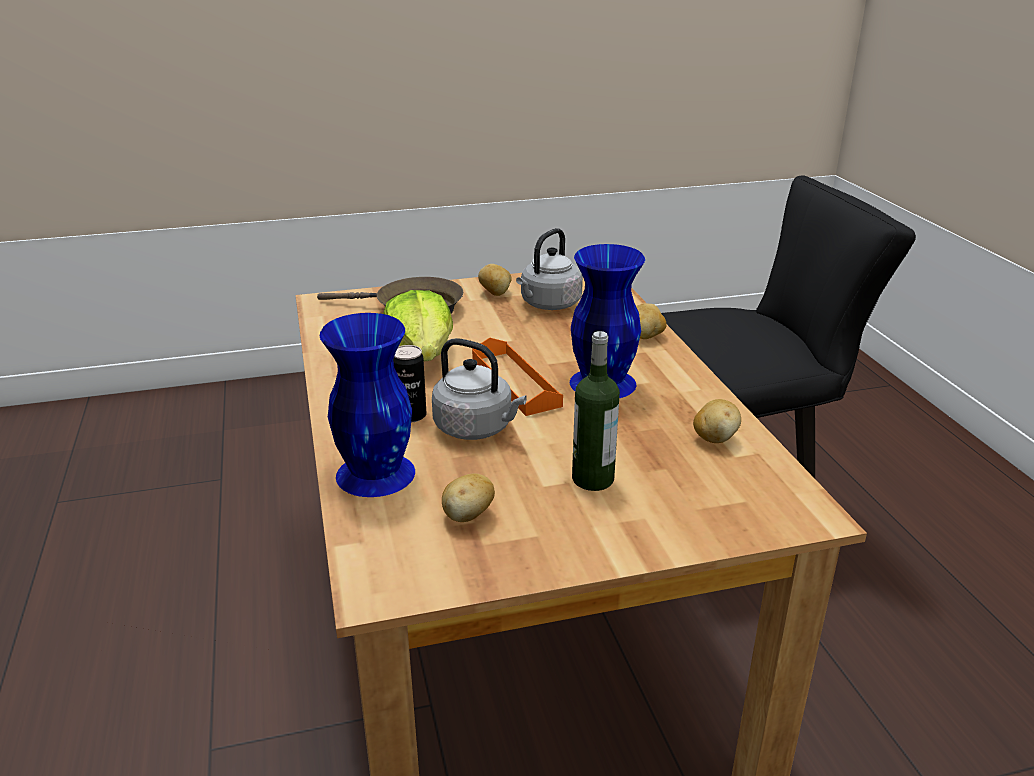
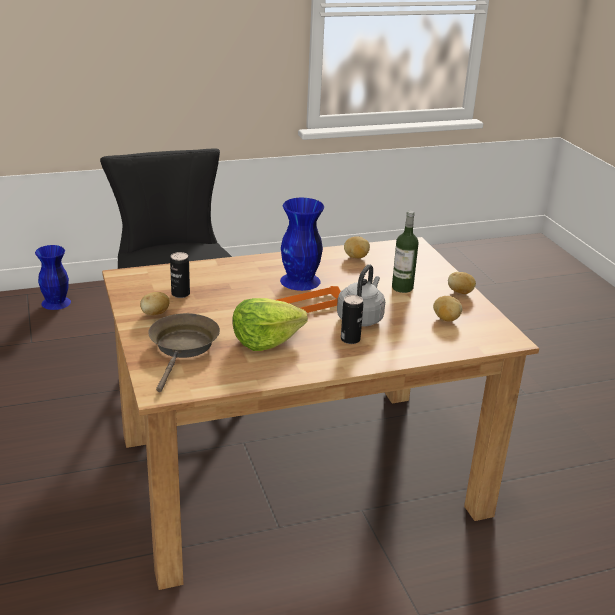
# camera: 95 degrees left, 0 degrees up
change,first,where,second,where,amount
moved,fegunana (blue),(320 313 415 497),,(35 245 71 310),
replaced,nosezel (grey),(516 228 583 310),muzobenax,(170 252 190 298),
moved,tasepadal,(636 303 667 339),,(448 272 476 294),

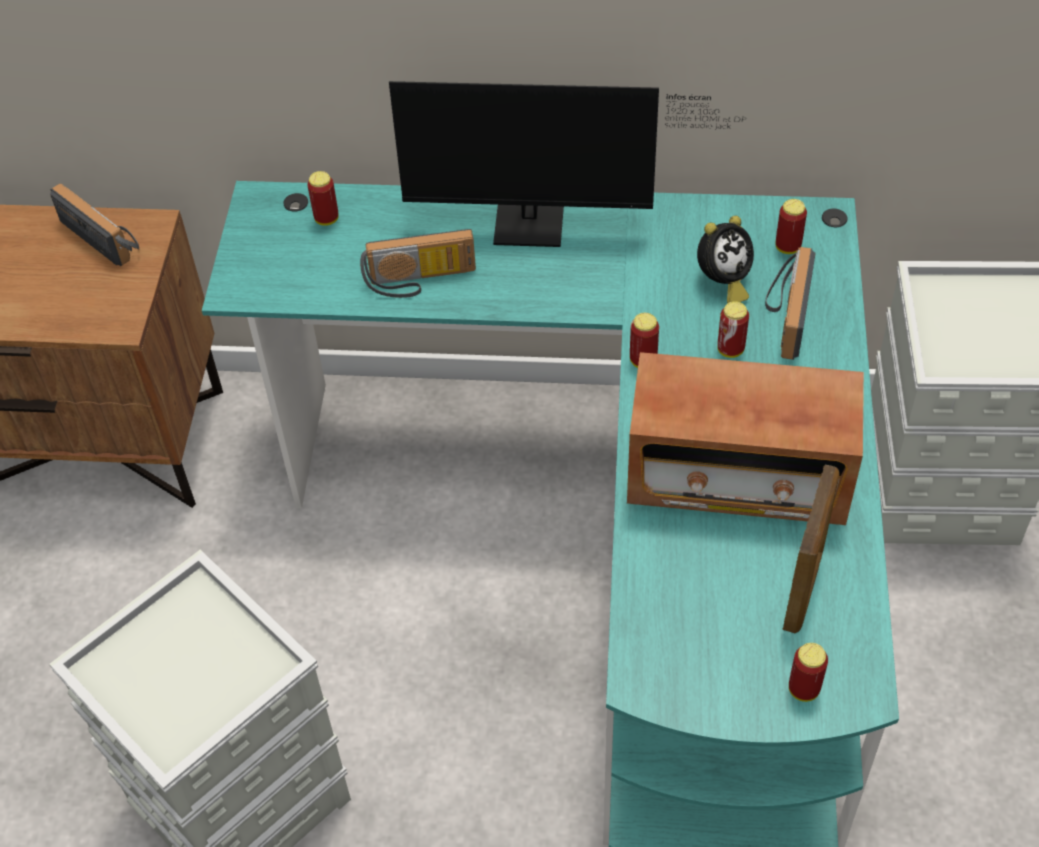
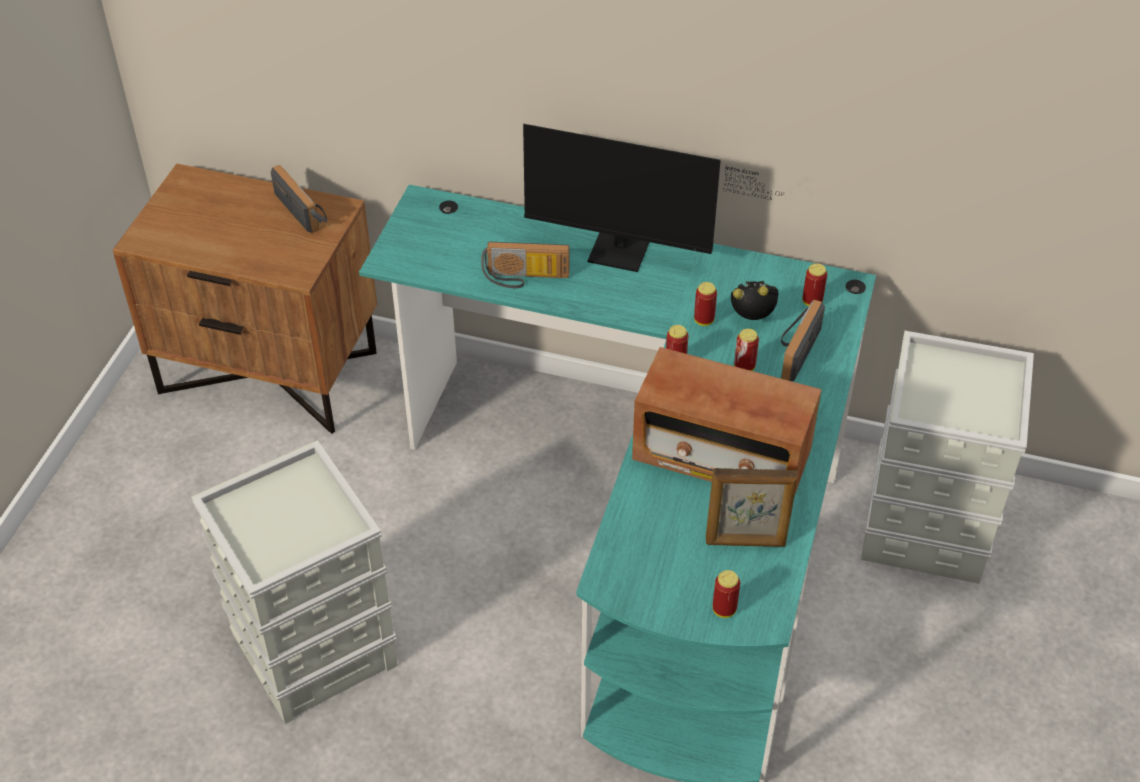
# camera: 10 degrees right, 5 degrees down
change,first,where,second,where,amount
moved,muzobenax,(308 171 339 226),,(694 282 717 326),
turned,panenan,(783 465 839 633),,(706 468 797 547),60 degrees clockwise
turned,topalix,(697 216 754 304),,(731 281 779 320),150 degrees counterclockwise

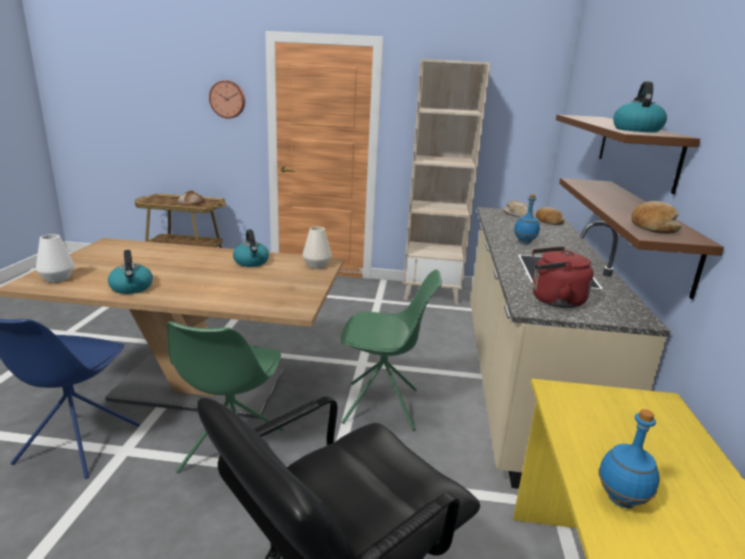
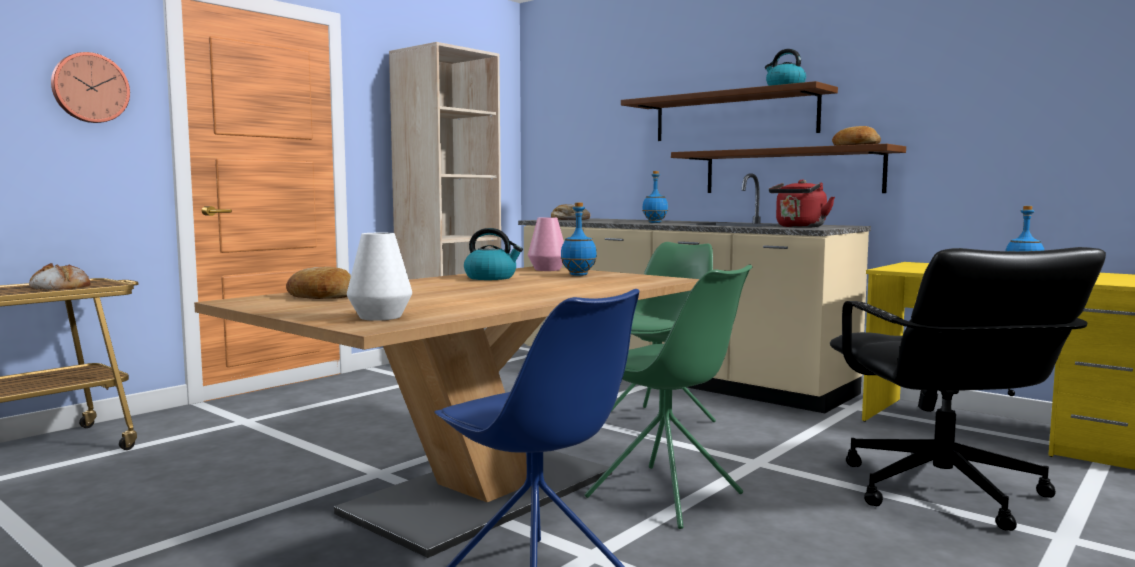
# camera: 55 degrees left, 15 degrees down
change,first,where,second,where,amount
moved,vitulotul,(536 207 565 225),,(286 267 351 299),
recoloured,fegunana (white),(302 227 332 269),fegunana (pink),(528 217 564 271),
added,,,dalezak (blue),(561 202 597 276),
removed,nosezel,(108 250 153 294),,,

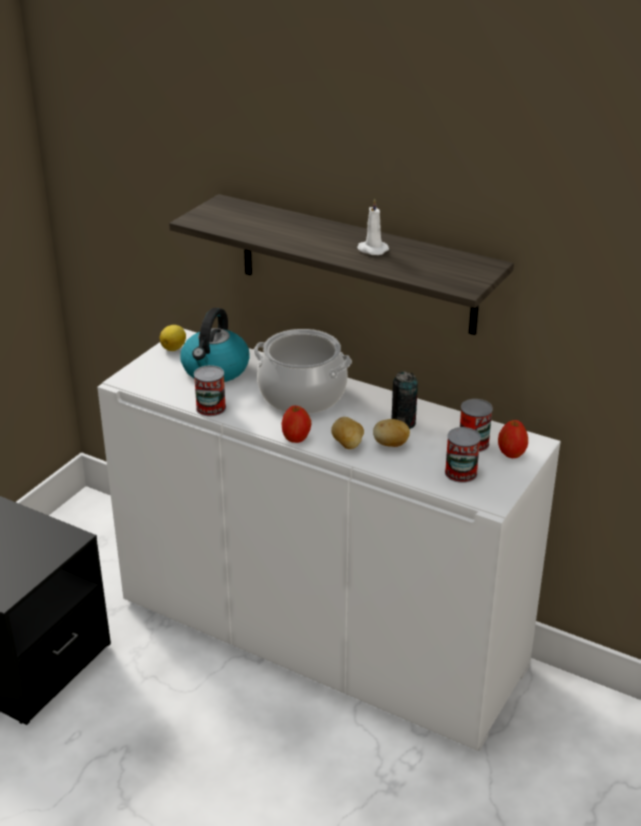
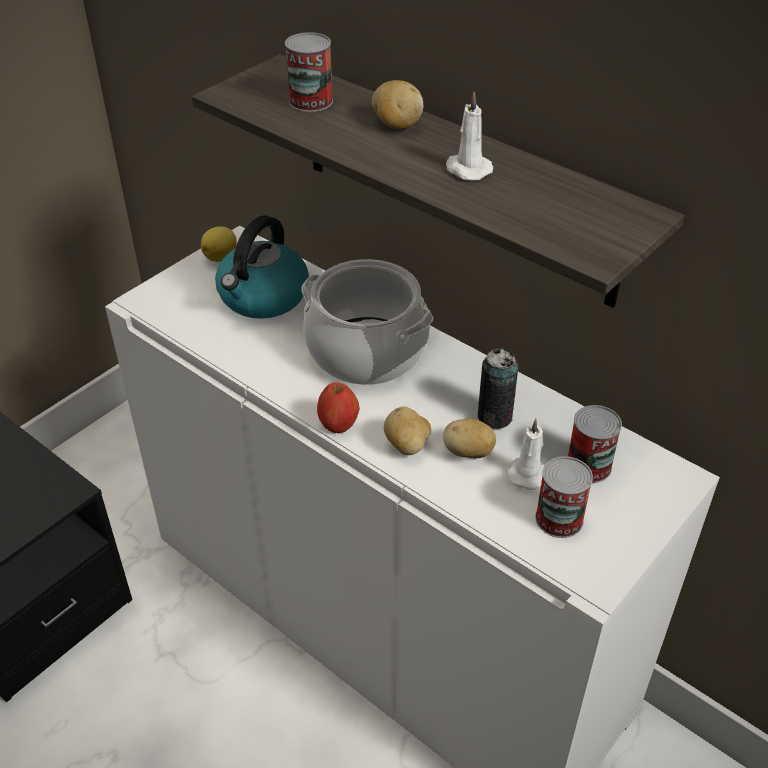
# camera: 10 degrees right, 10 degrees up
change,first,where,second,where,amount
moved,muzobenax,(194 365 226 417),,(285 32 333 112),
added,,,tasepadal,(372 80 423 129),
added,,,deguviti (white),(506 419 545 490),
removed,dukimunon,(498 420 528 458),,,

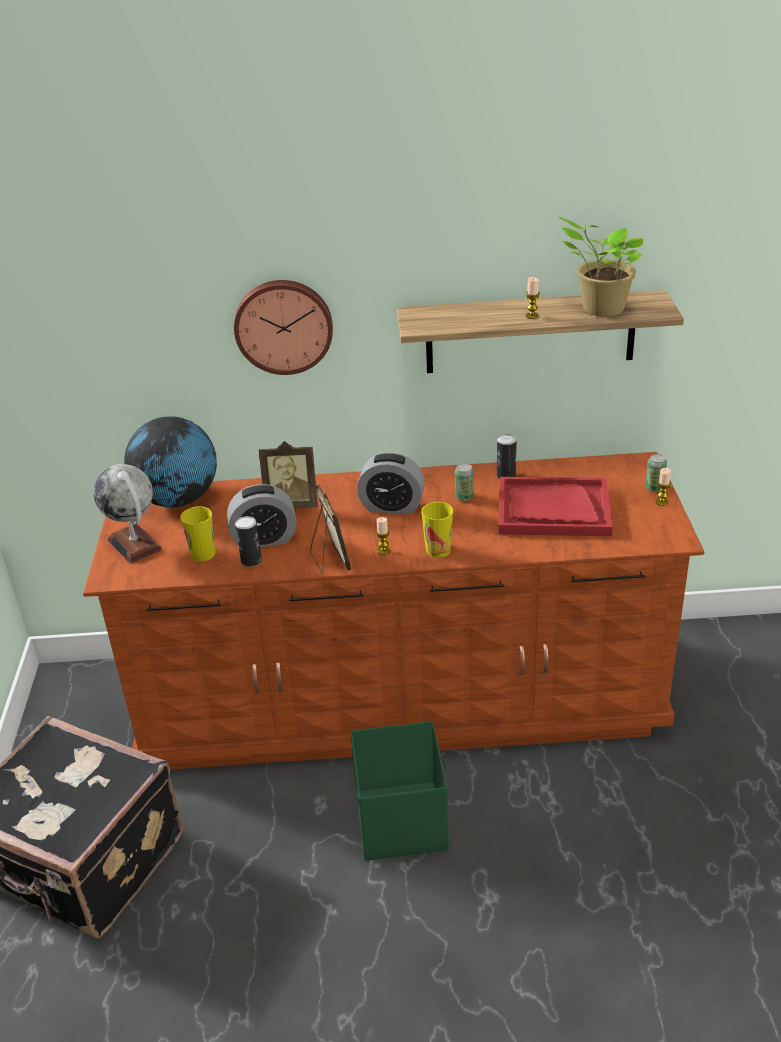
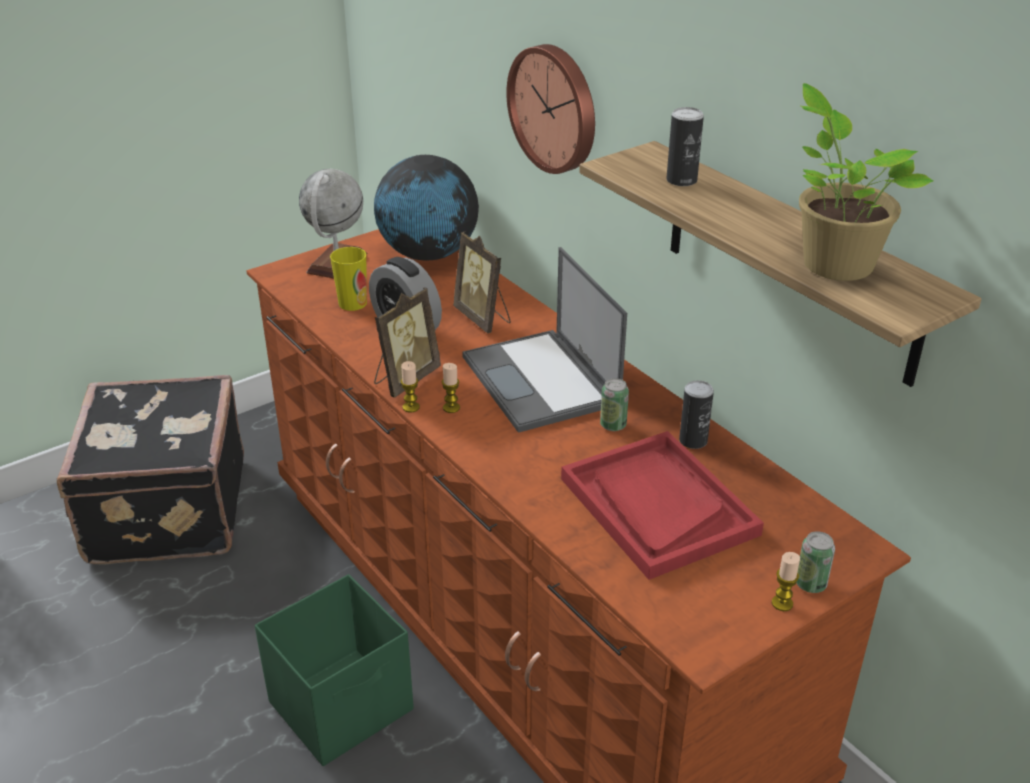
# camera: 55 degrees right, 0 degrees up
change,first,where,second,where,amount
moved,deguviti,(525 277 540 319),,(401 361 420 412),
replaced,topalix,(357 452 425 514),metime,(462 247 627 433),
moved,muzobenax,(235 516 262 567),,(666 107 704 186),
removed,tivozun,(421 502 453 558),,,

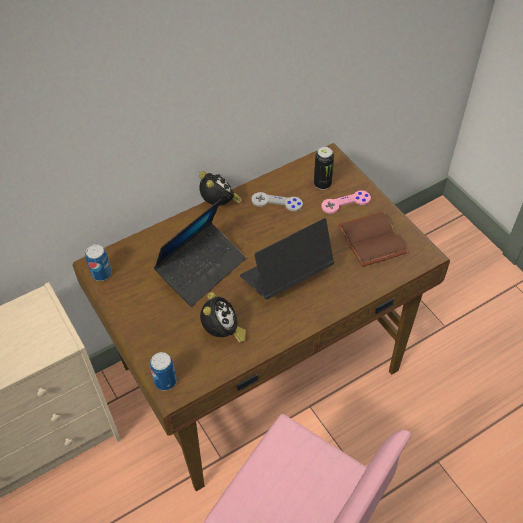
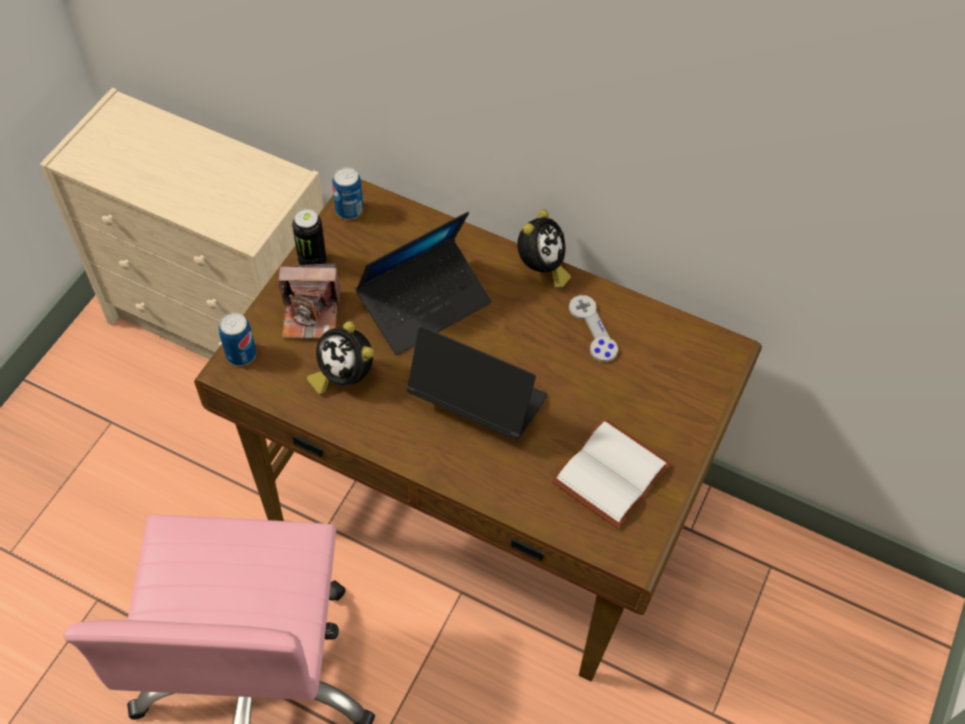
# camera: 55 degrees right, 5 degrees up
change,first,where,second,where,amount
added,,,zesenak,(277 263 340 339),
moved,muzobenax,(314 147 334 190),,(292 209 327 265),
turned,topalix,(200 292 246 343),,(307 321 374 394),75 degrees clockwise
turned,metime,(154 199 246 307),,(355 212 492 355),45 degrees counterclockwise
recoloured,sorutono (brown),(338 212 408 267),sorutono (white),(552 419 671 529),
removed,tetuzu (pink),(321 190 371 214),,,

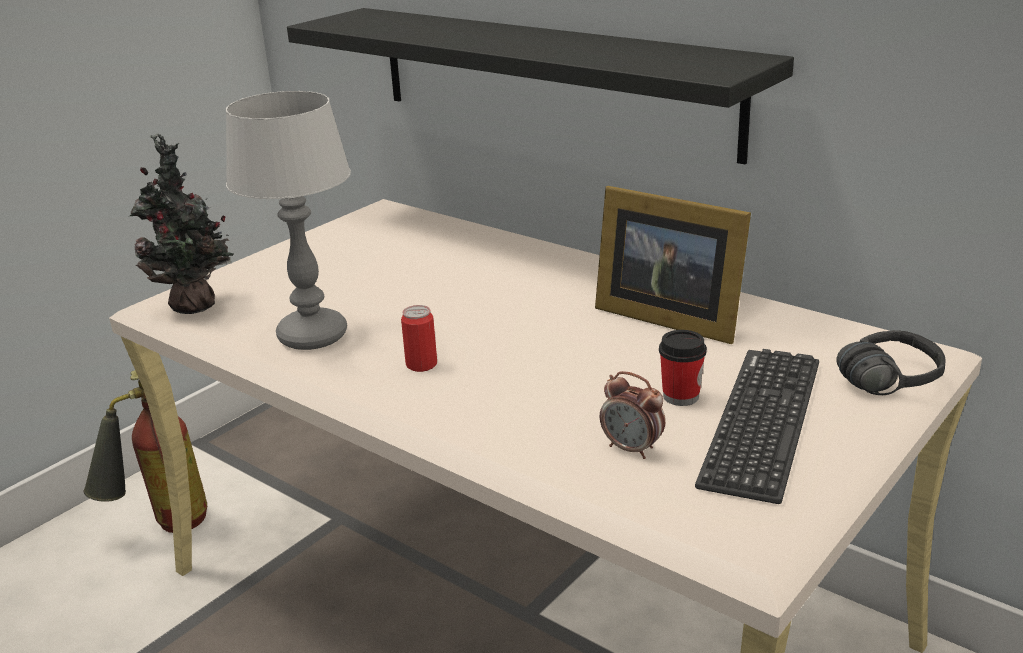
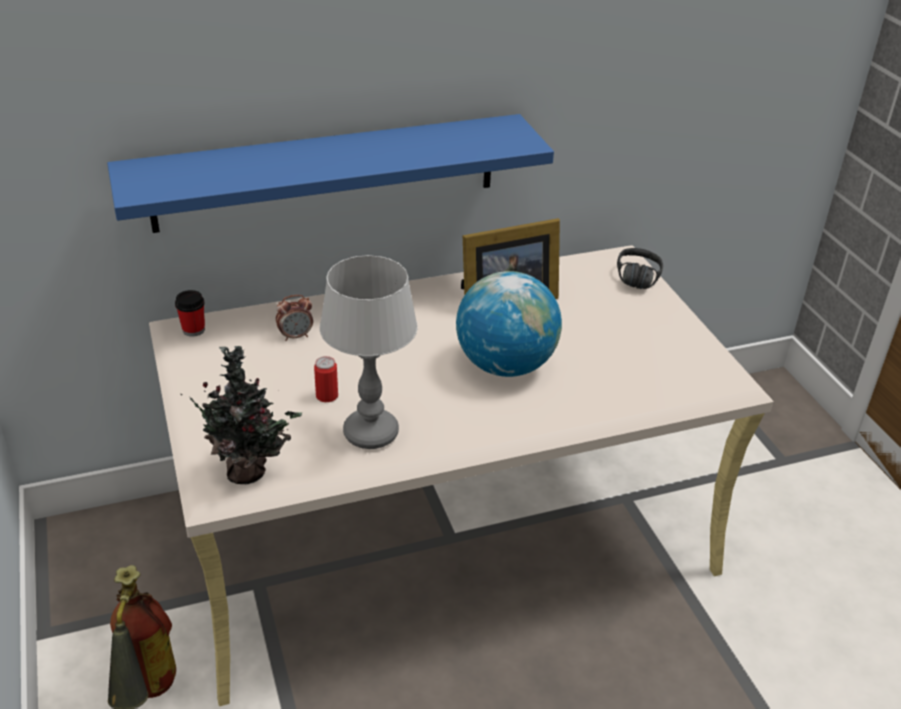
# camera: 60 degrees left, 10 degrees up
change,first,where,second,where,amount
recoloured,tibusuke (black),(287 8 794 164),tibusuke (blue),(107 114 554 233),
moved,tivozun,(659 330 707 406),,(175 290 205 337),
moved,topalix,(600 371 665 459),,(276 295 313 341),
moved,muzobenax,(401 305 437 372),,(314 356 338 402),
added,,,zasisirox,(456 271 562 377),
removed,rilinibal,(695 349 819 504),,,

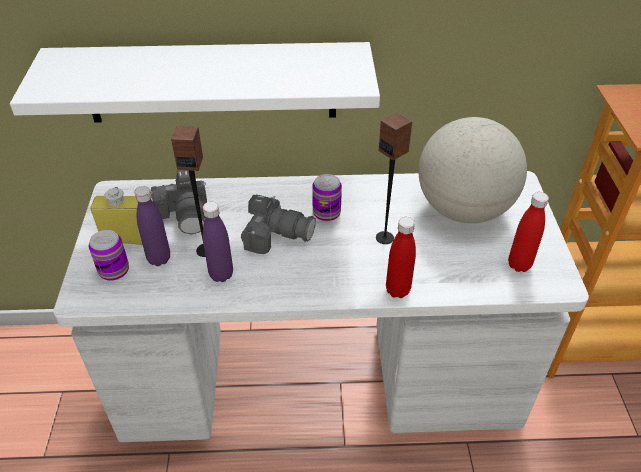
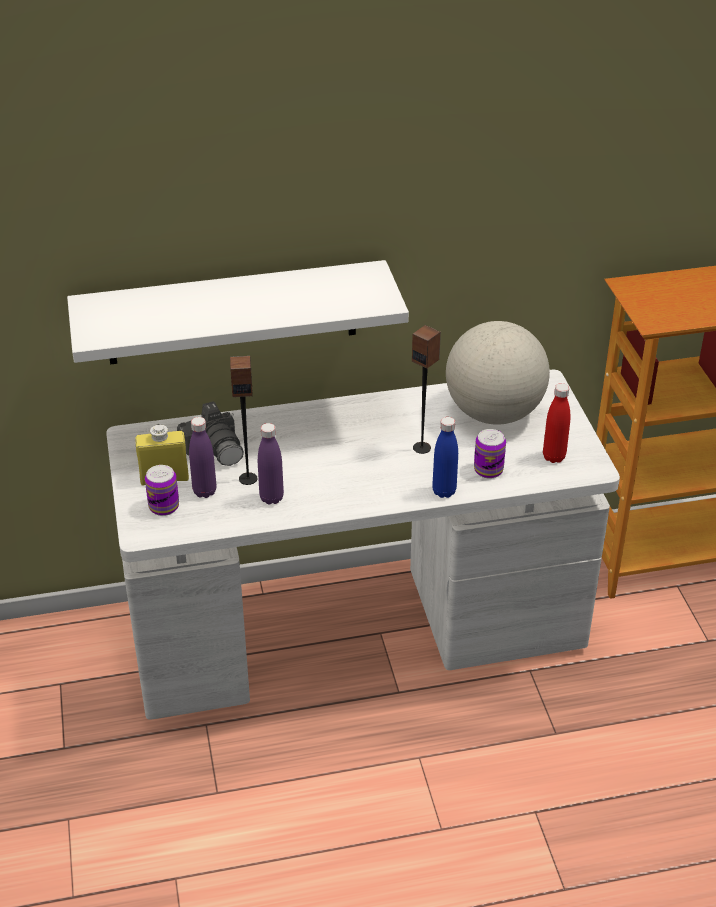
# camera: 10 degrees left, 5 degrees down
change,first,where,second,where,amount
recoloured,dalezak (red),(386 217 416 298),dalezak (blue),(432 417 458 498),
moved,muzobenax,(312 174 342 221),,(474 429 506 479),
removed,zesenak,(241 195 316 254),,,

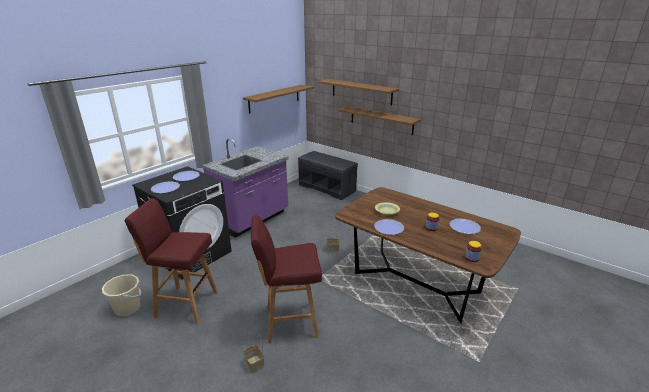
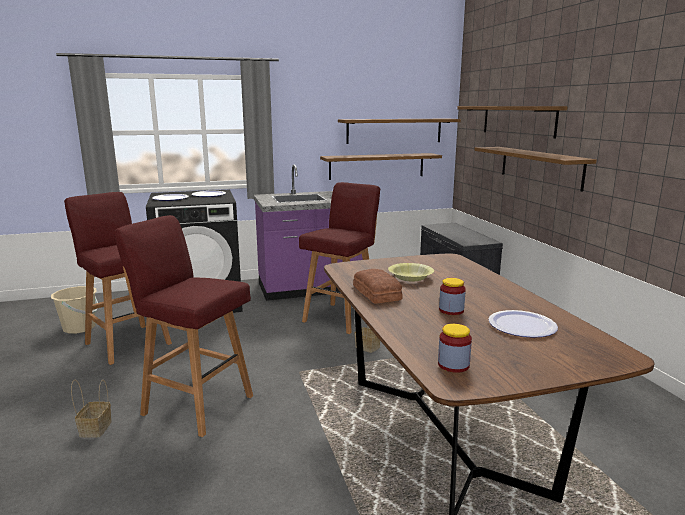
# camera: 35 degrees right, 10 degrees down
change,first,where,second,where,amount
added,,,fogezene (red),(299 182 380 334),
added,,,tibusuke,(320 153 442 180),
replaced,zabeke,(374 219 404 235),vitulotul,(353 269 403 304),

